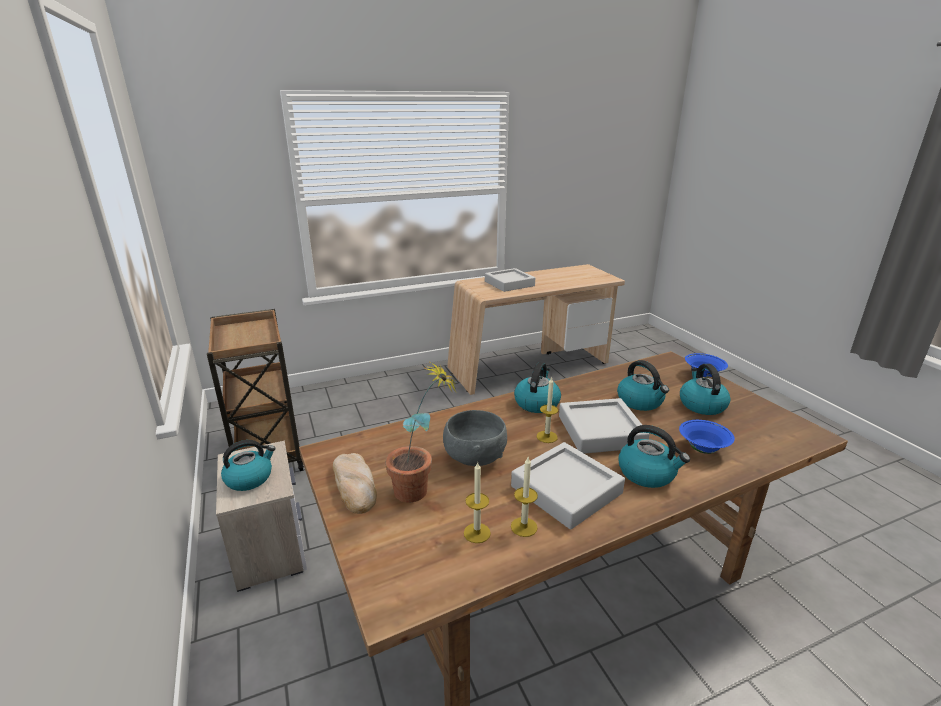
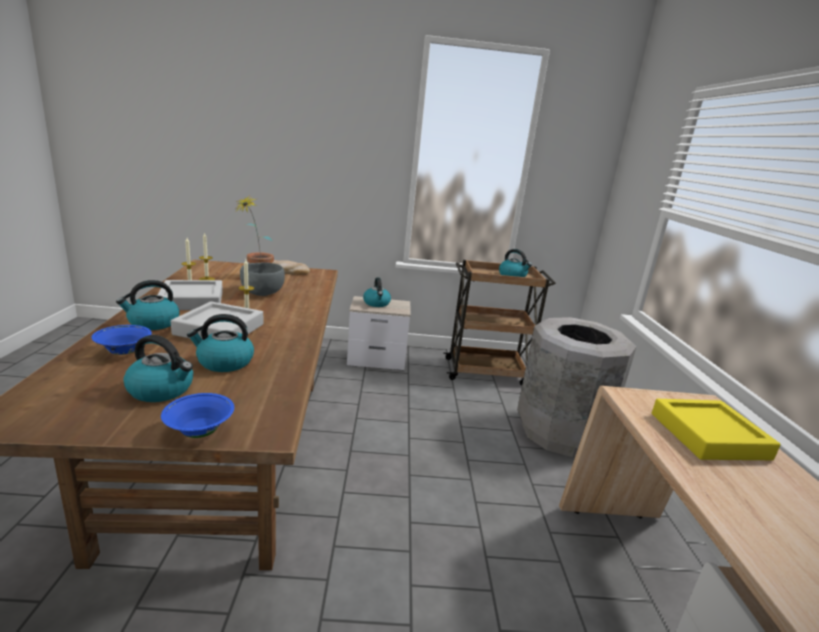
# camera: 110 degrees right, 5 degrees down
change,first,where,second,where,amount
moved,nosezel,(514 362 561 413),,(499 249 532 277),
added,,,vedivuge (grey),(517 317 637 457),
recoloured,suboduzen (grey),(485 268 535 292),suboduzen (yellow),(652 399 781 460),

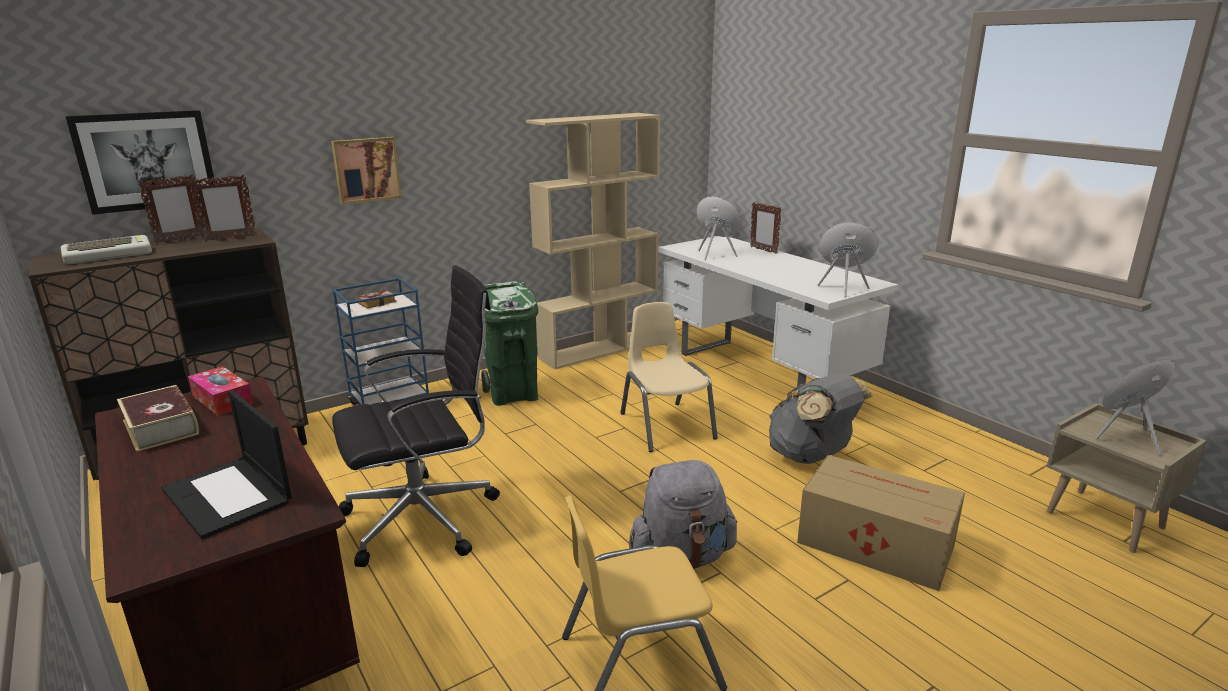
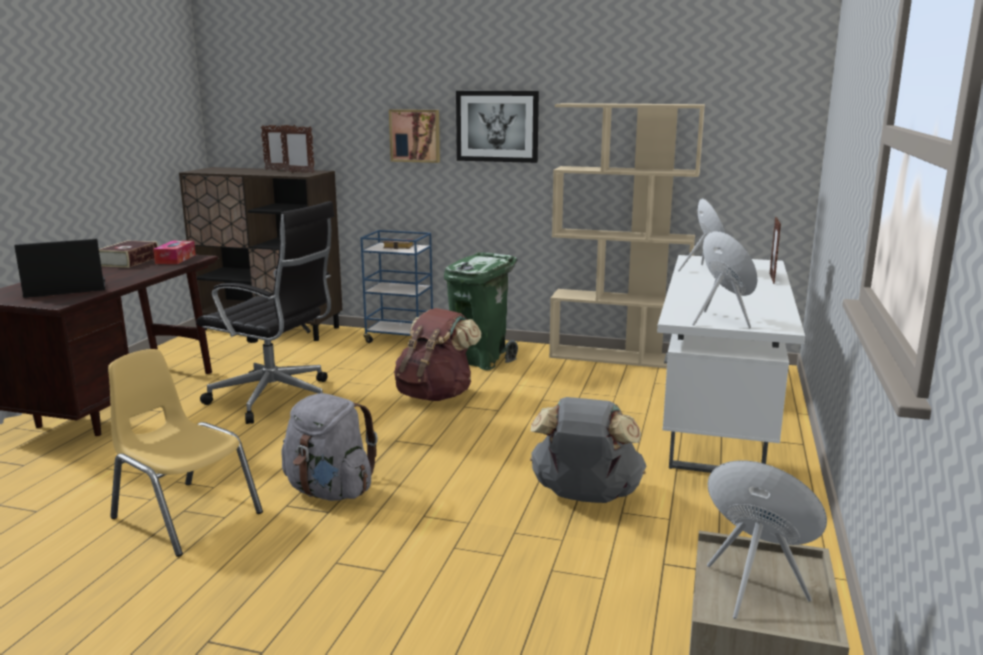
# camera: 50 degrees right, 5 degrees down
change,first,where,second,where,amount
turned,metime,(161 390 292 539),,(14 239 105 298),60 degrees clockwise
added,,,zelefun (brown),(394 308 481 401),
moved,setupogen,(66 110 216 215),,(456 91 539 163),
removed,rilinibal,(61 235 152 264),,,
removed,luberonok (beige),(621 302 718 452),,,
removed,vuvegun,(797 455 965 591),,,

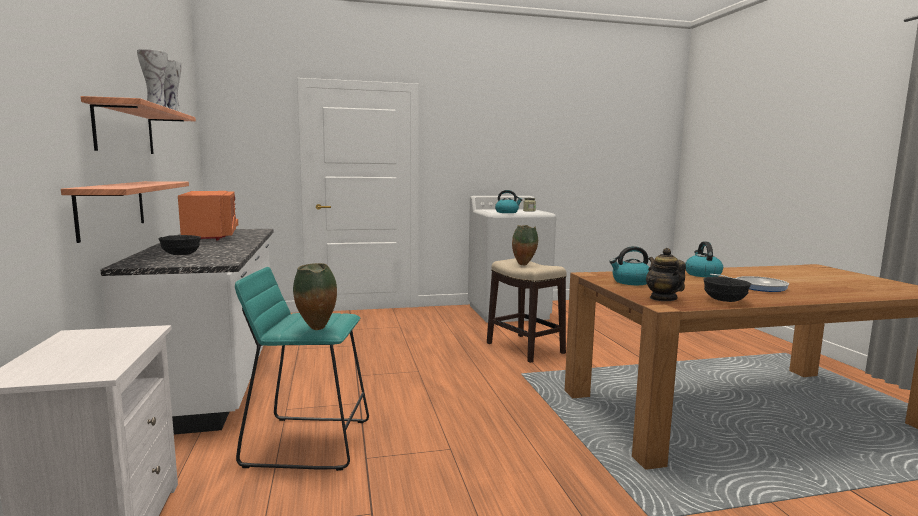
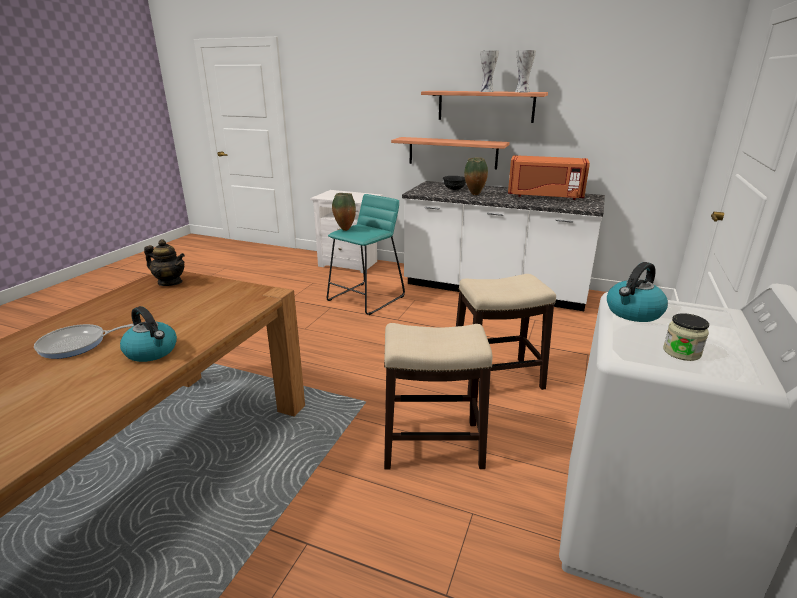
# camera: 125 degrees right, 15 degrees up
change,first,where,second,where,amount
added,,,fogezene,(456 274 556 395),
moved,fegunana,(512 225 538 266),,(464 157 488 195),
removed,nosezel,(609 246 649 285),,,
removed,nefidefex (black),(703 277 751 302),,,

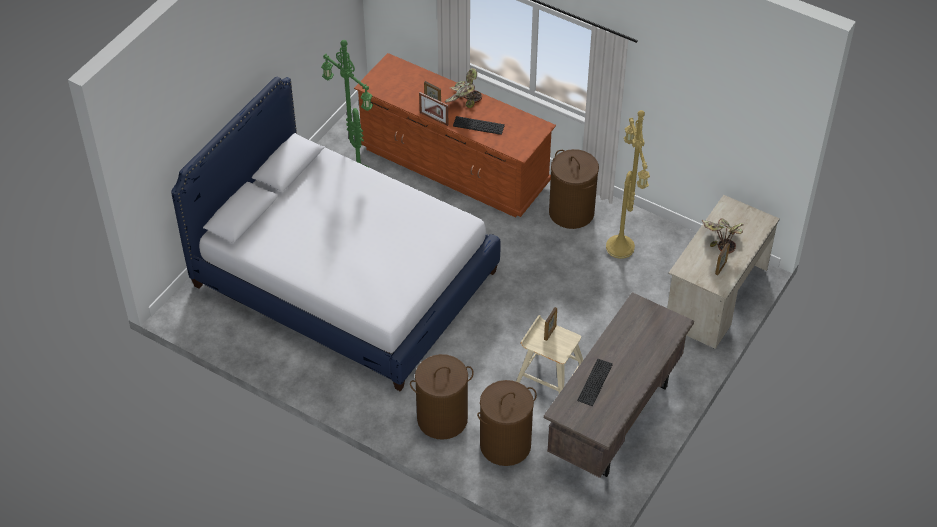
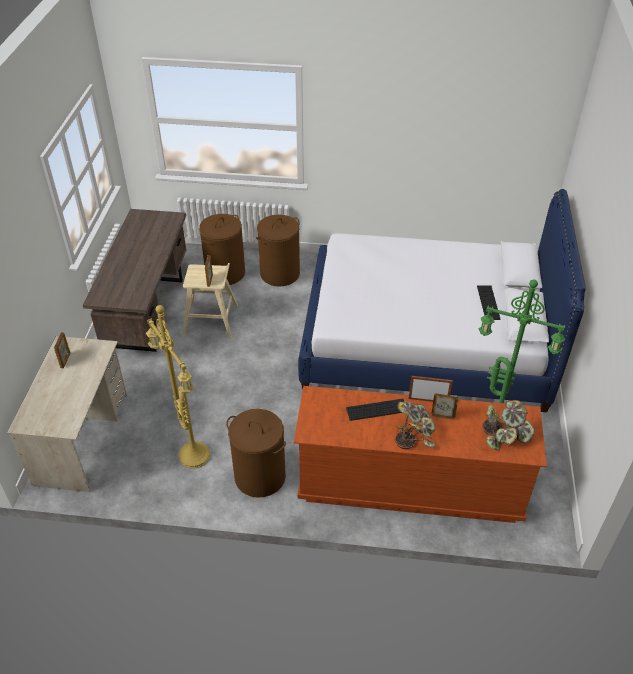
# camera: 155 degrees right, 5 degrees down
change,first,where,second,where,amount
moved,rilinibal,(577 359 613 406),,(477 285 501 320),
moved,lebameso,(702 218 744 254),,(482 400 535 451),

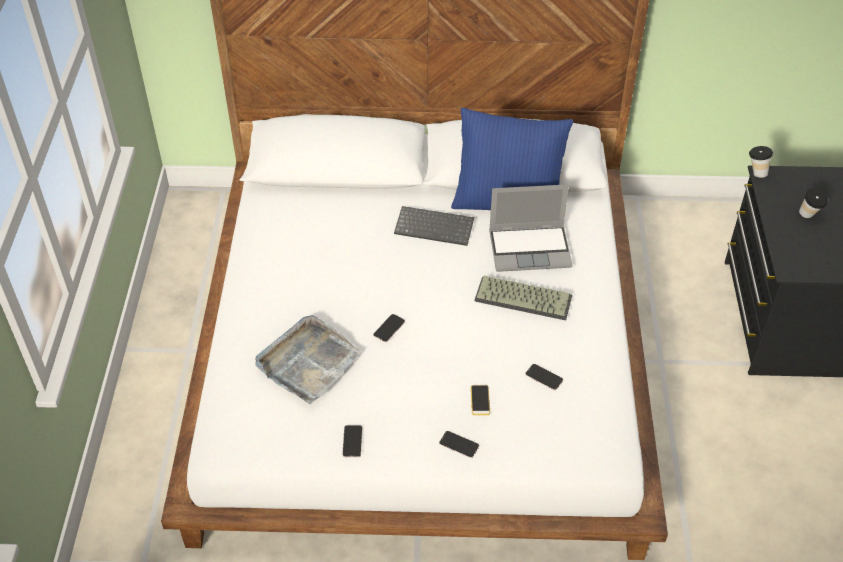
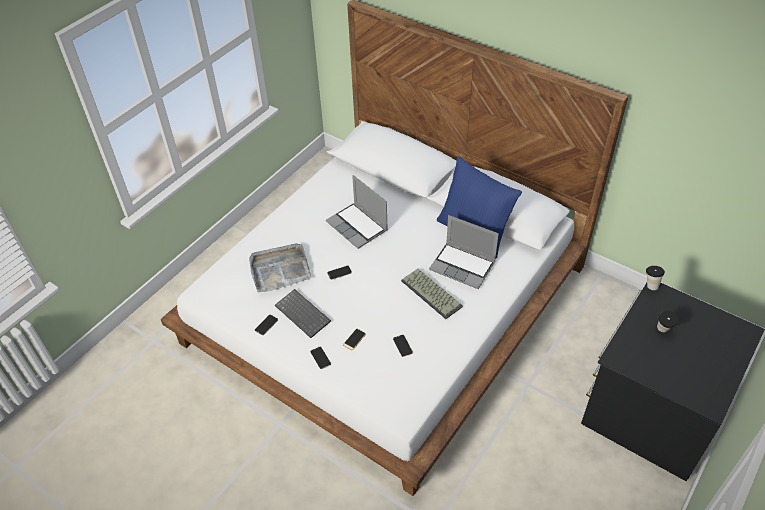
# camera: 35 degrees right, 0 degrees up
change,first,where,second,where,amount
moved,rilinibal,(394 206 474 246),,(275 289 331 338),
added,,,metime,(326 175 388 249),

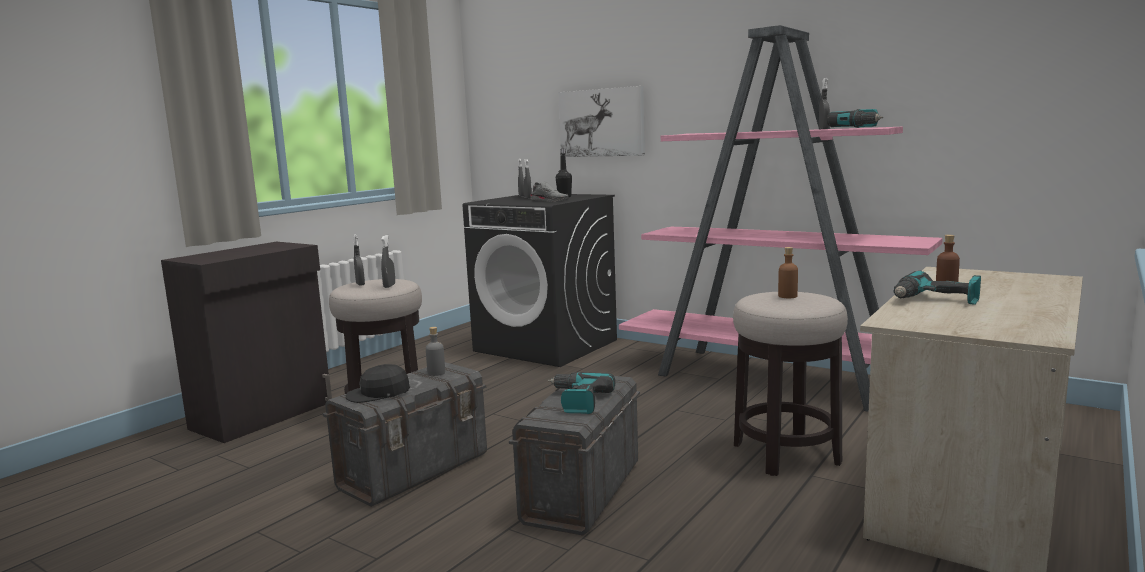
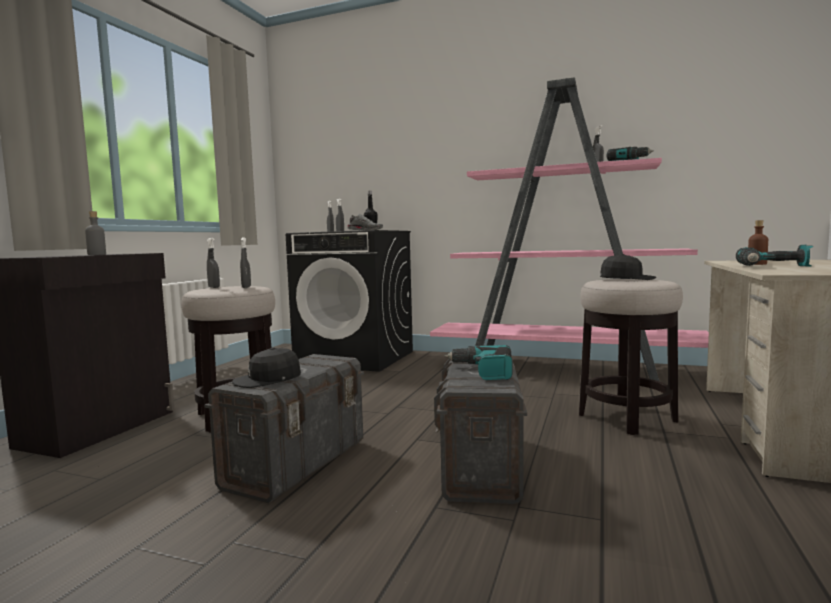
# camera: 15 degrees left, 5 degrees down
change,first,where,second,where,amount
moved,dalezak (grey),(426 327 445 376),,(85 211 106 255),
replaced,dalezak (brown),(778 247 798 298),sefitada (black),(600 254 656 280),
removed,setupogen,(558 86 645 157),,,

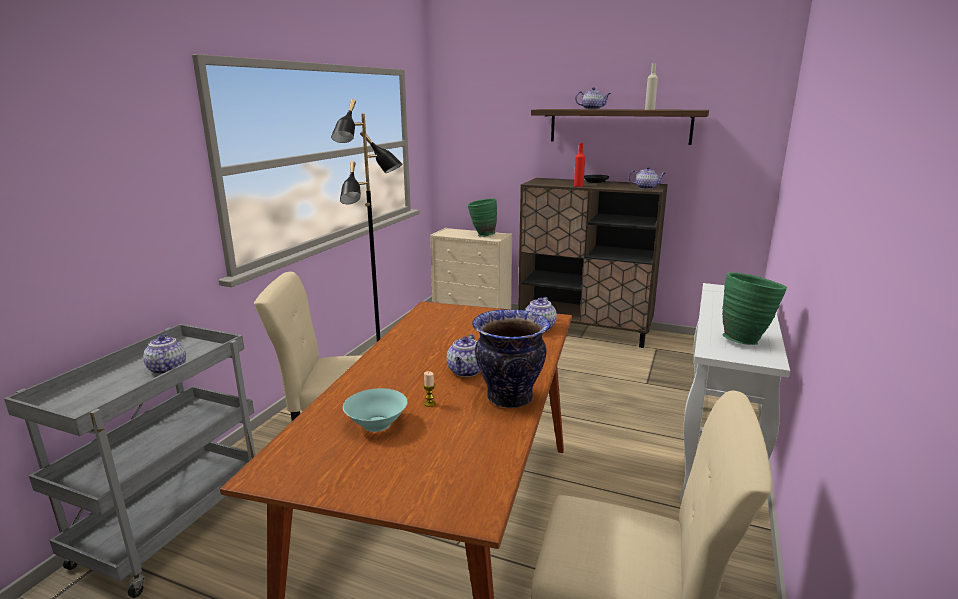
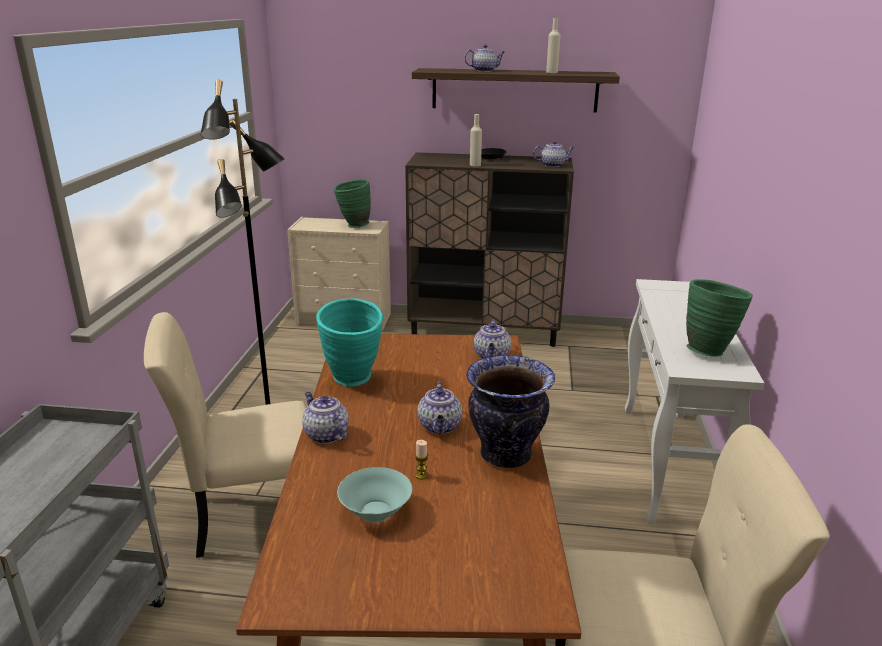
# camera: 15 degrees left, 5 degrees up
change,first,where,second,where,amount
moved,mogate,(143 334 186 375),,(302 392 349 444),
added,,,fegunana (turquoise),(316 298 383 387),
recoloured,dalezak (red),(574 143 585 187),dalezak (beige),(470 114 482 166),

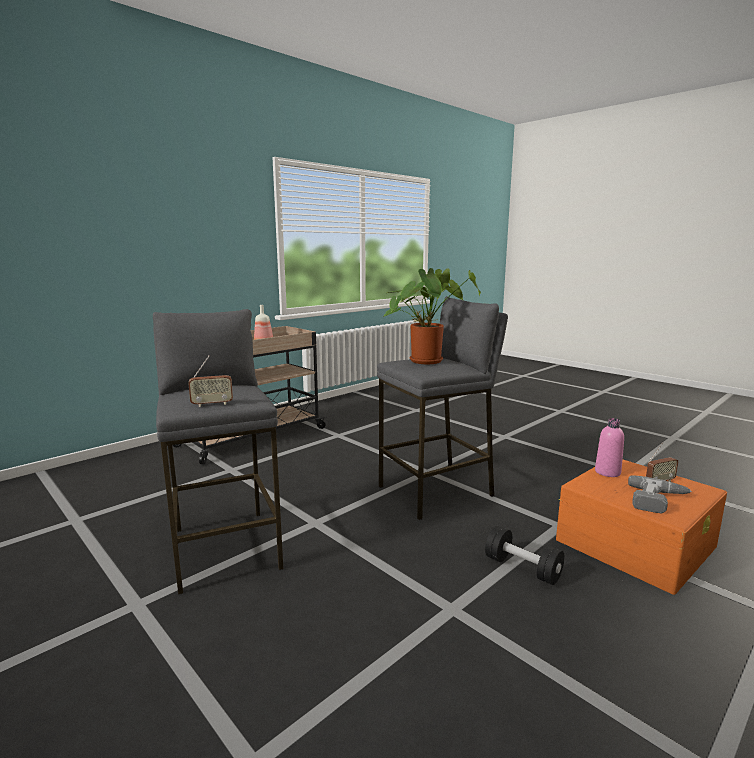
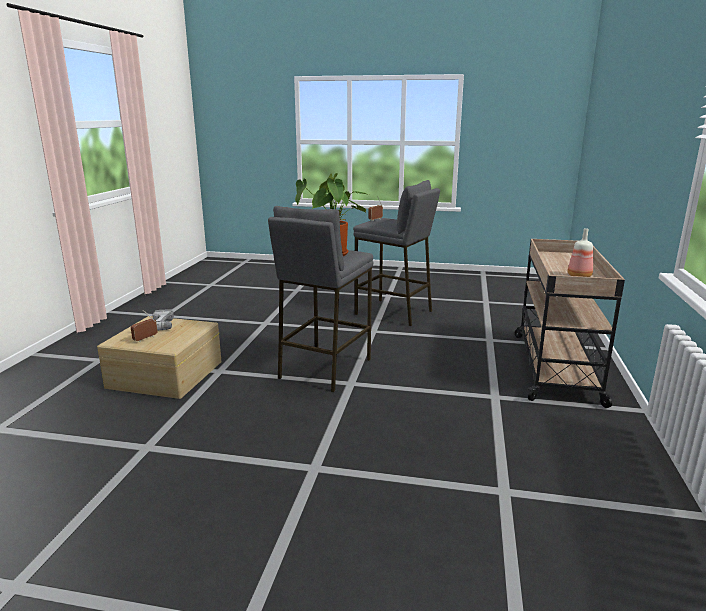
# camera: 145 degrees right, 5 degrees up
change,first,where,second,where,amount
recoloured,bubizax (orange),(556 460 727 595),bubizax (beige),(97 316 221 399),
removed,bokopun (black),(485 526 565 585),,,
removed,dalezak (pink),(595 418 624 477),,,

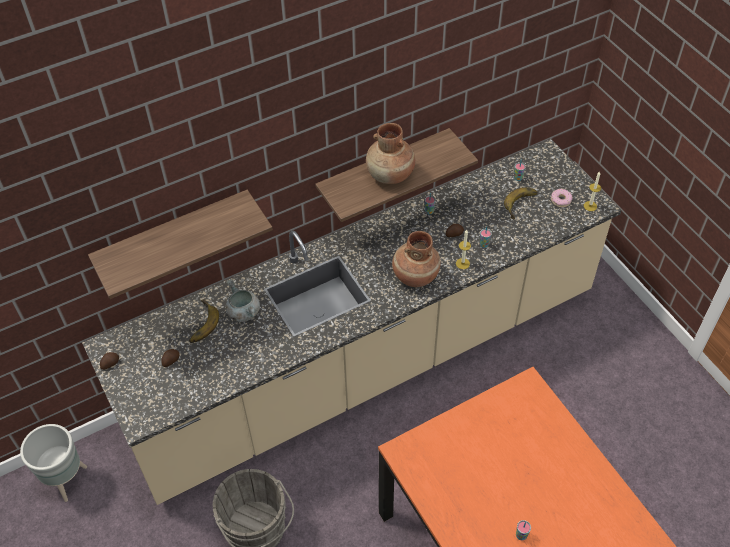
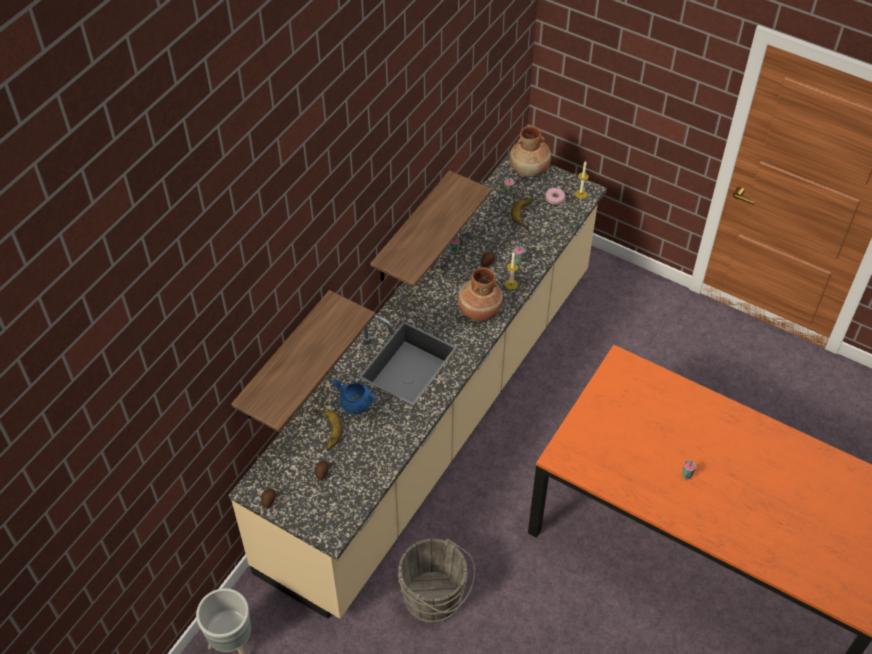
# camera: 30 degrees left, 0 degrees up
change,first,where,second,where,amount
recoloured,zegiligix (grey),(226 279 260 322),zegiligix (blue),(332 379 377 414),
moved,fegunana (brown),(366 123 415 184),,(510 126 551 177),

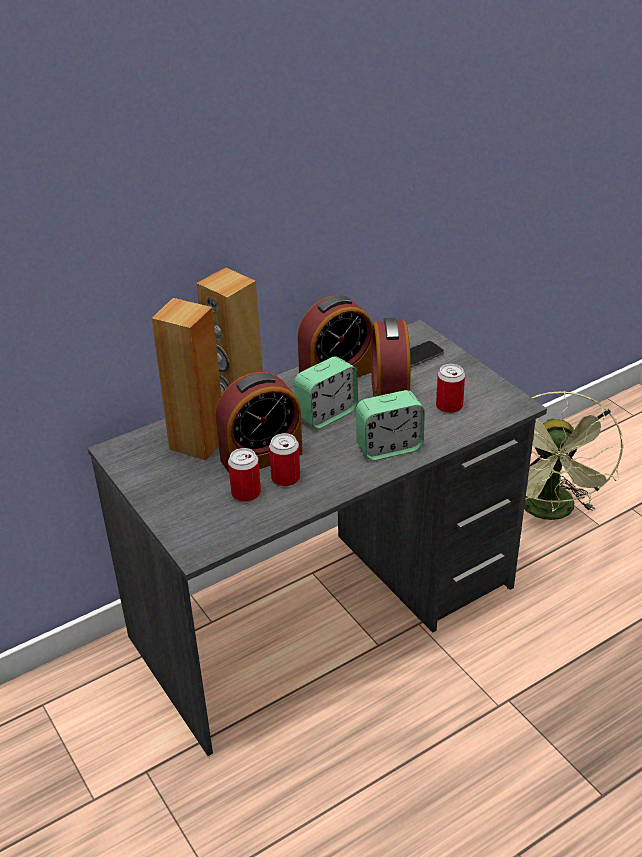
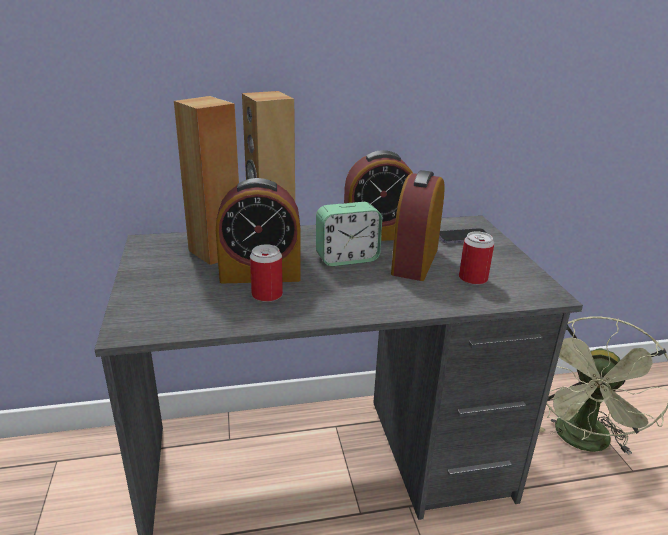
# camera: 20 degrees right, 10 degrees down
change,first,where,second,where,amount
removed,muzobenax,(228 448 261 502),,,
removed,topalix,(356 390 425 461),,,

